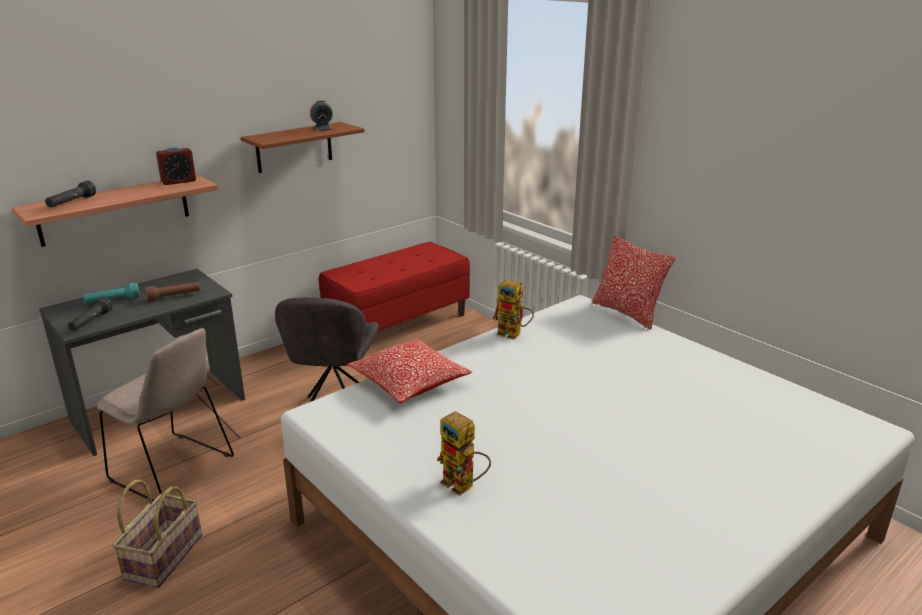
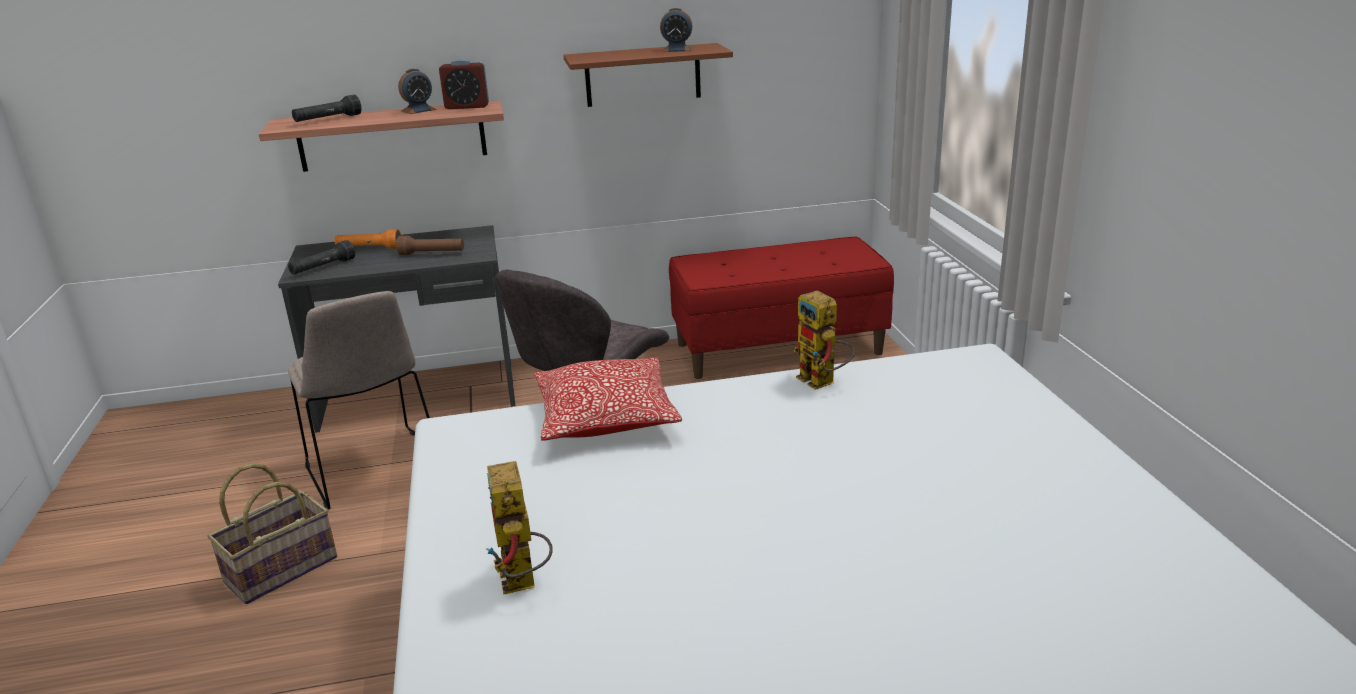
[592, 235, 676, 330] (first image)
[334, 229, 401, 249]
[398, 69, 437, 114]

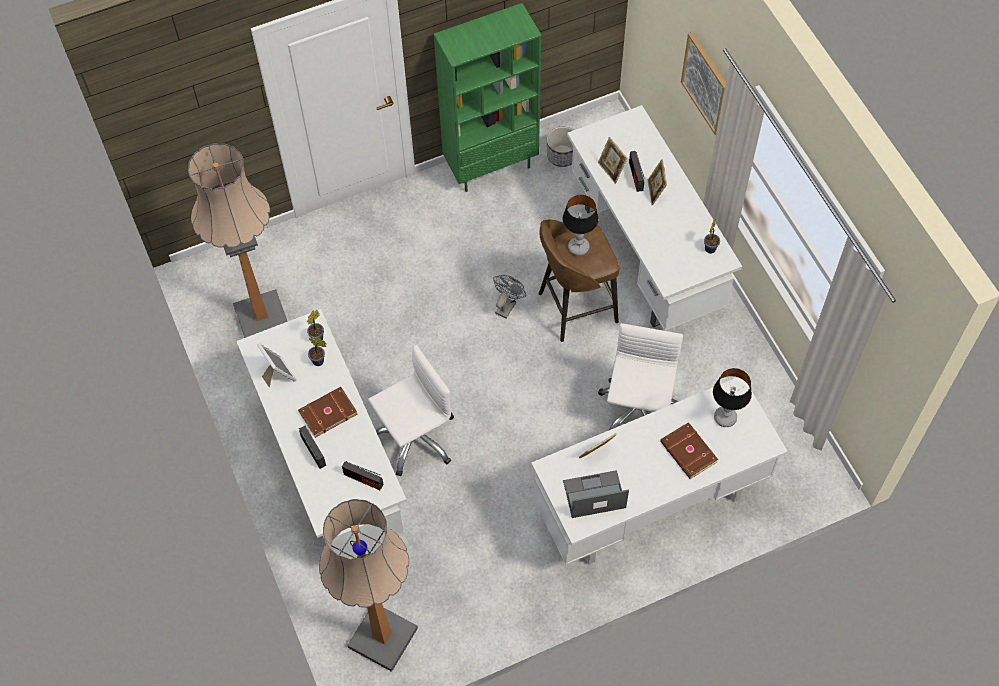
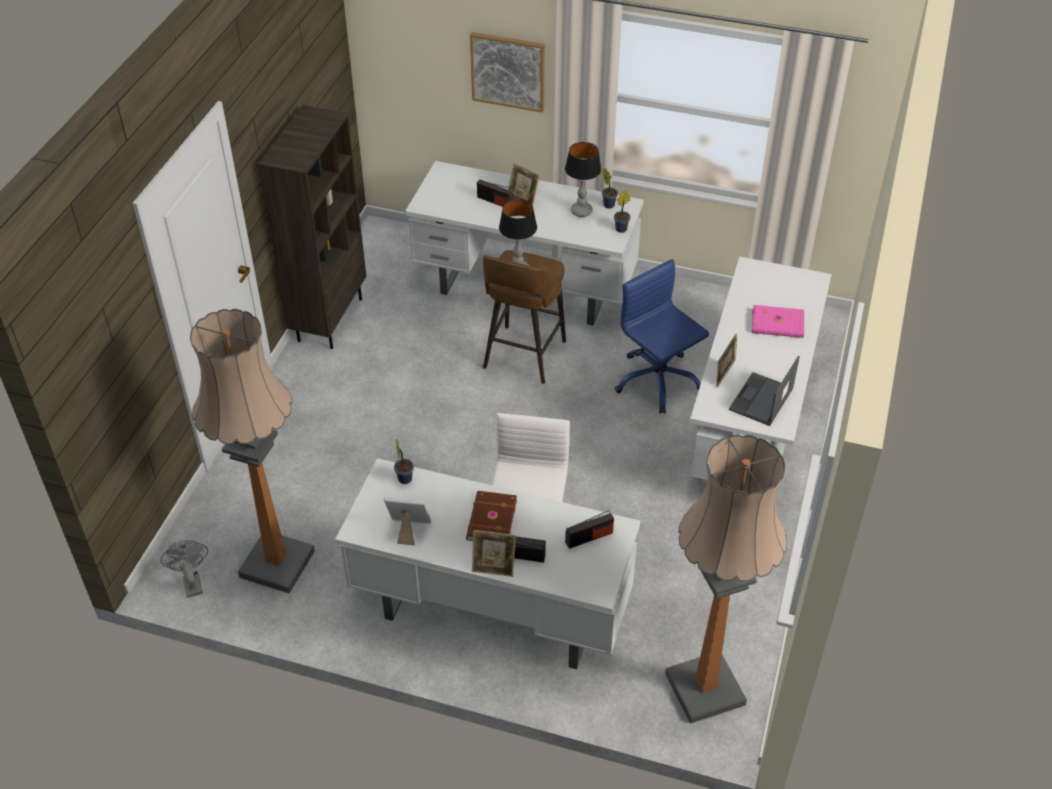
[258, 105, 366, 349]
[547, 127, 573, 167] (first image)
[472, 530, 516, 577]
[161, 540, 208, 598]
[615, 259, 709, 414]
[614, 190, 630, 233]
[565, 142, 602, 217]
[752, 305, 804, 338]

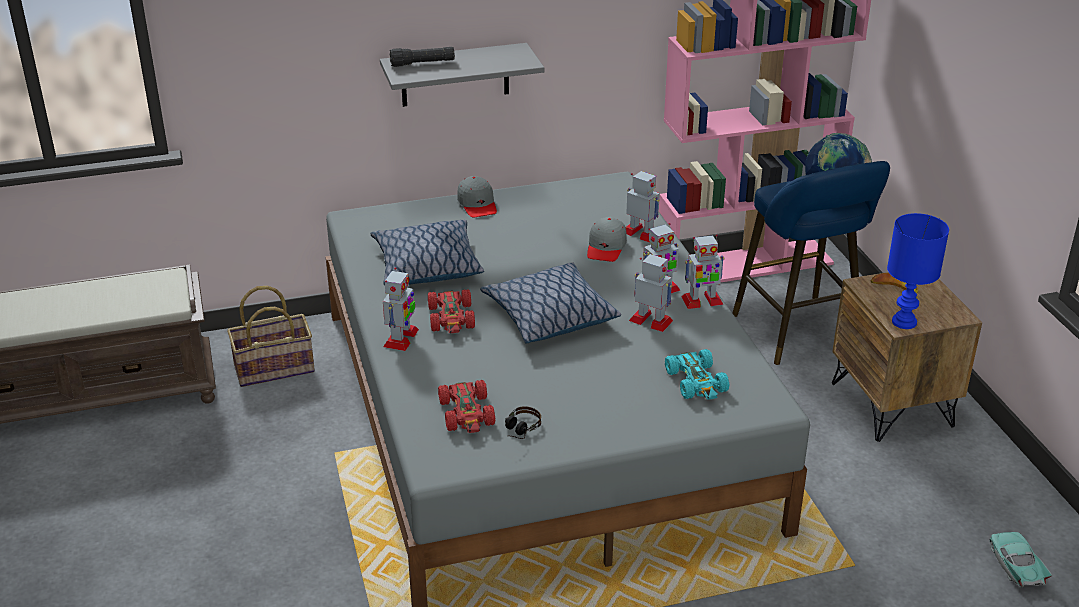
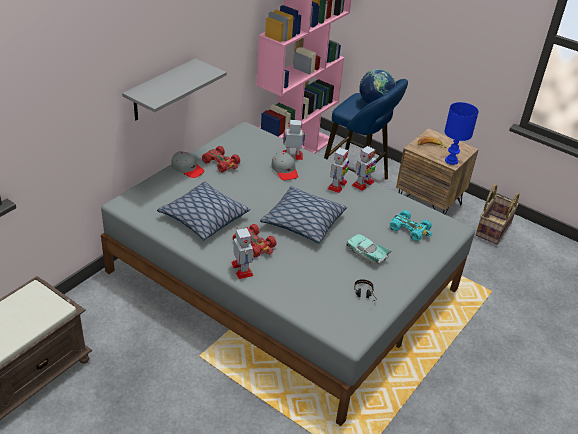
[390, 47, 455, 67] (first image)
[629, 254, 673, 332] (first image)
[476, 184, 519, 244]
[202, 146, 240, 172]
[347, 234, 392, 264]

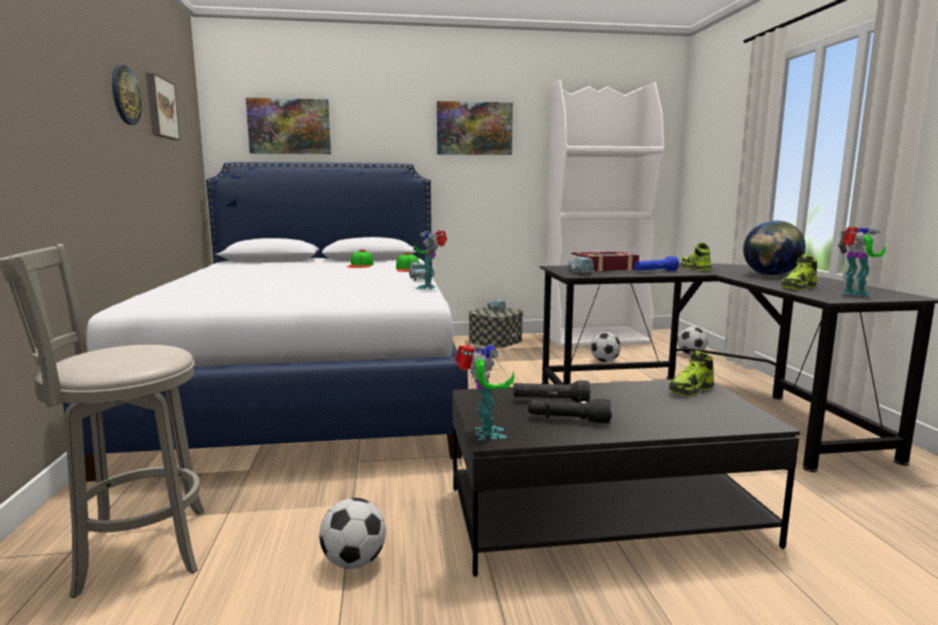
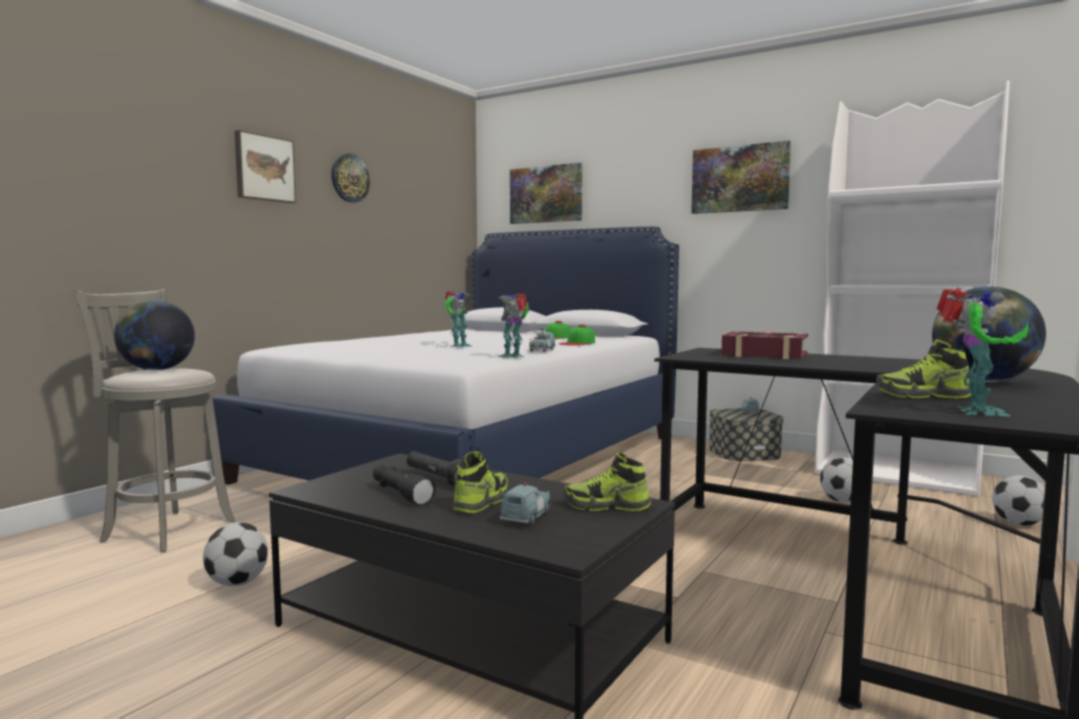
[235, 130, 296, 203]
[453, 451, 509, 513]
[500, 482, 550, 525]
[634, 256, 679, 271] (first image)
[445, 291, 472, 347]
[114, 300, 195, 370]

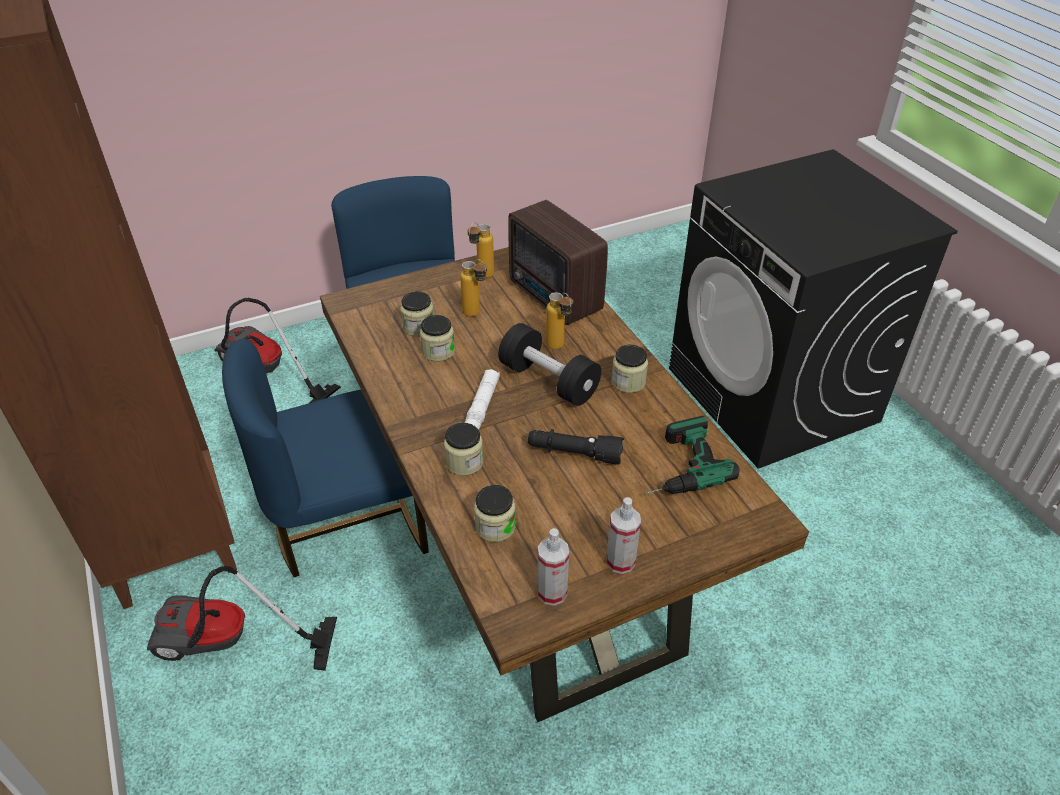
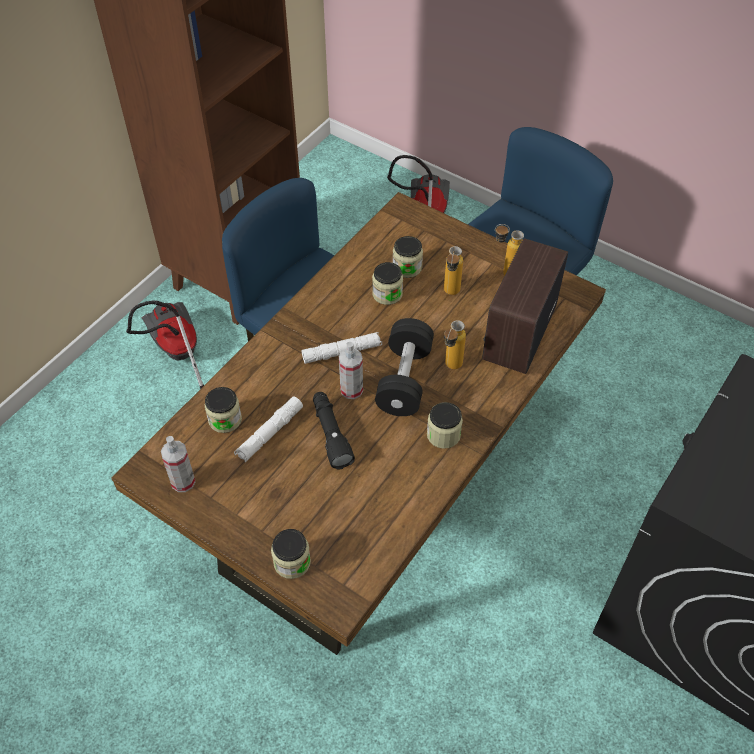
[646, 416, 739, 494] (first image)
[271, 529, 311, 579]
[339, 342, 363, 399]
[234, 397, 303, 462]

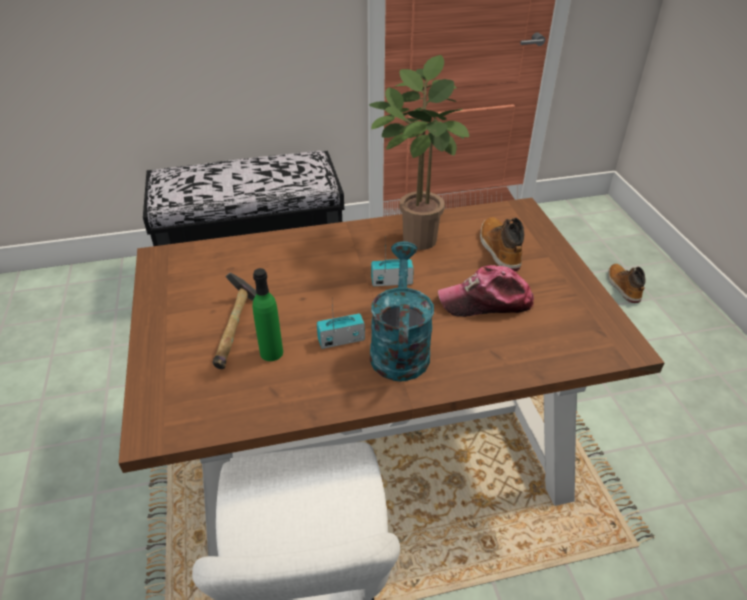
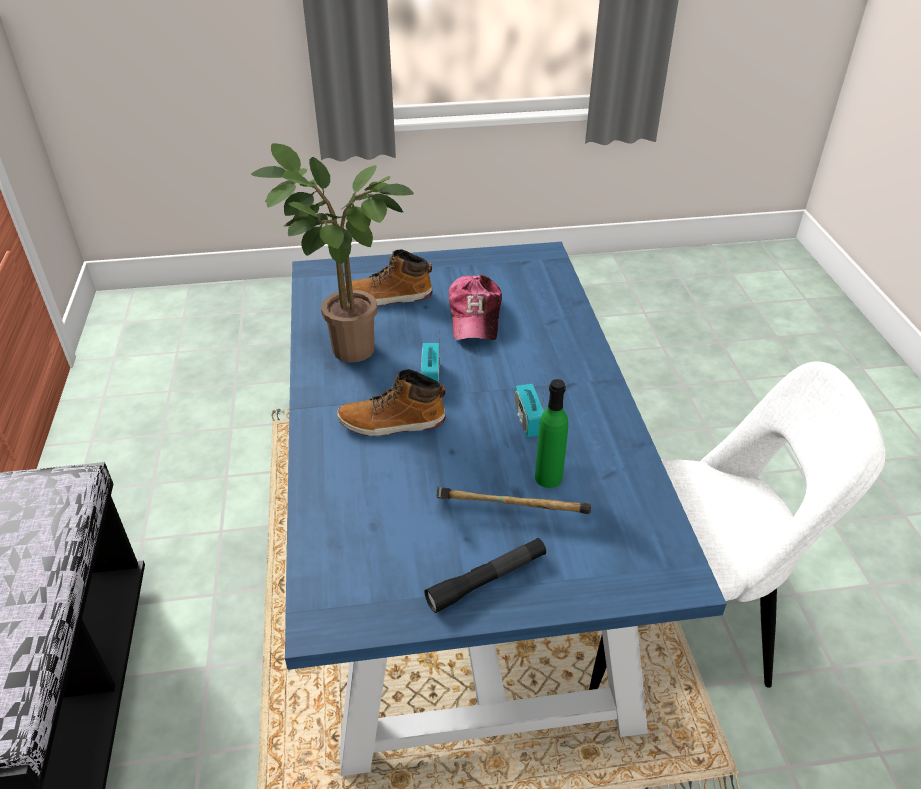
[285, 242, 727, 776]
[370, 241, 434, 381] (first image)
[337, 369, 446, 436]
[424, 538, 546, 613]

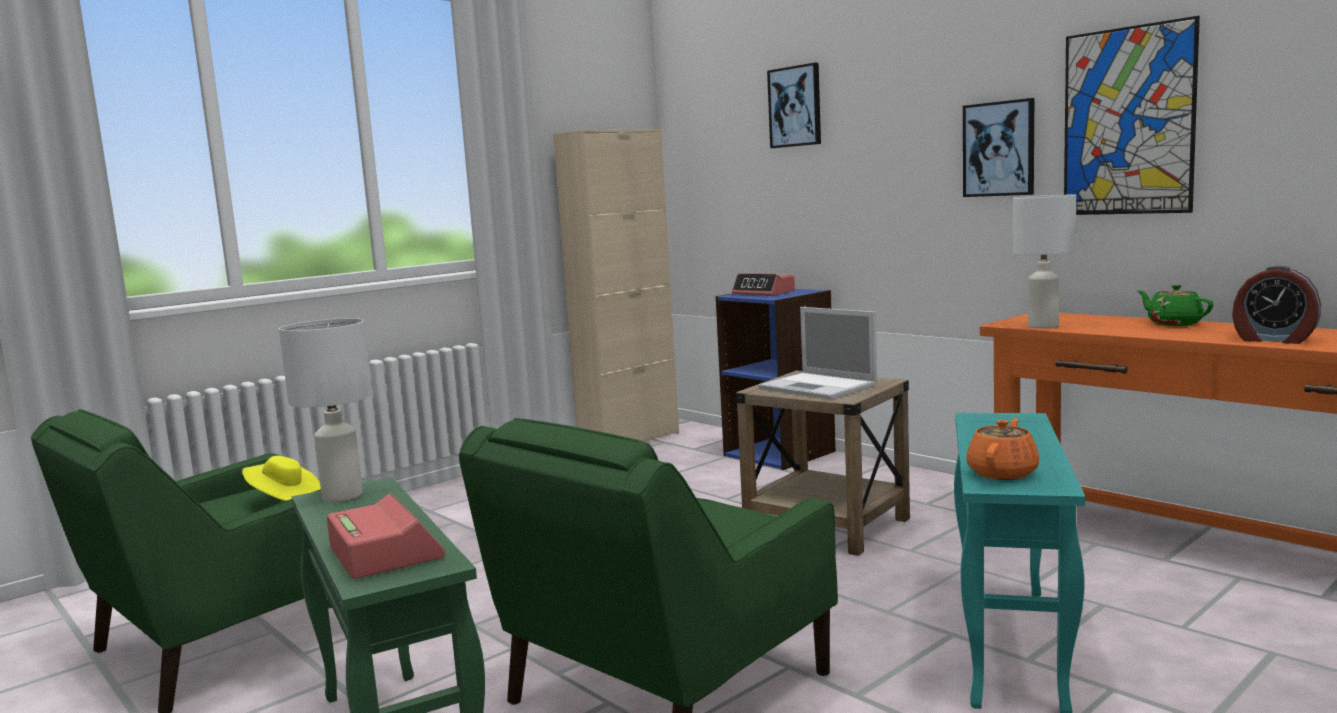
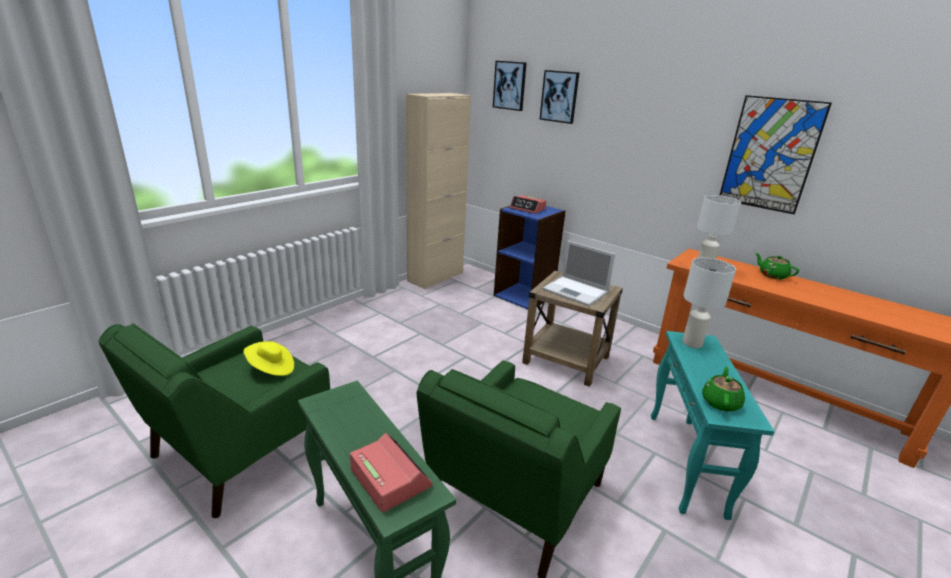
[493, 61, 527, 111]
[1232, 266, 1321, 344] (first image)
[682, 257, 736, 348]
[702, 366, 745, 412]

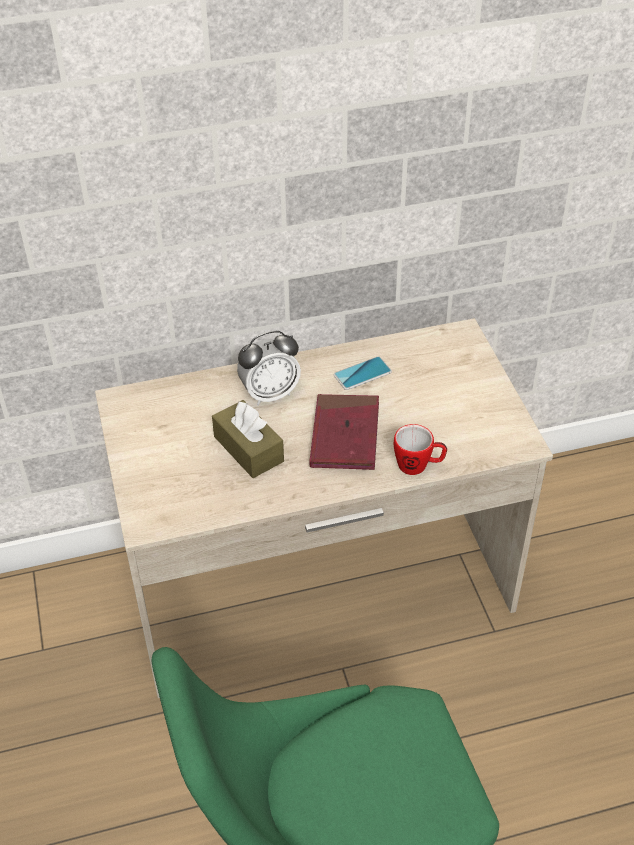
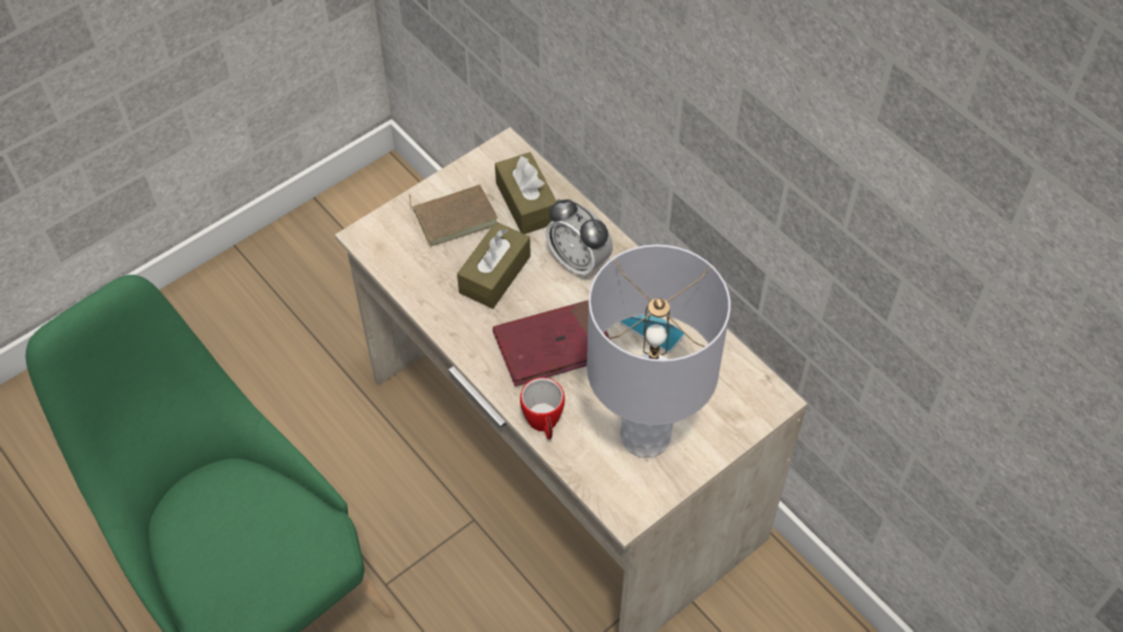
[495, 152, 557, 234]
[409, 184, 498, 246]
[587, 245, 731, 458]

